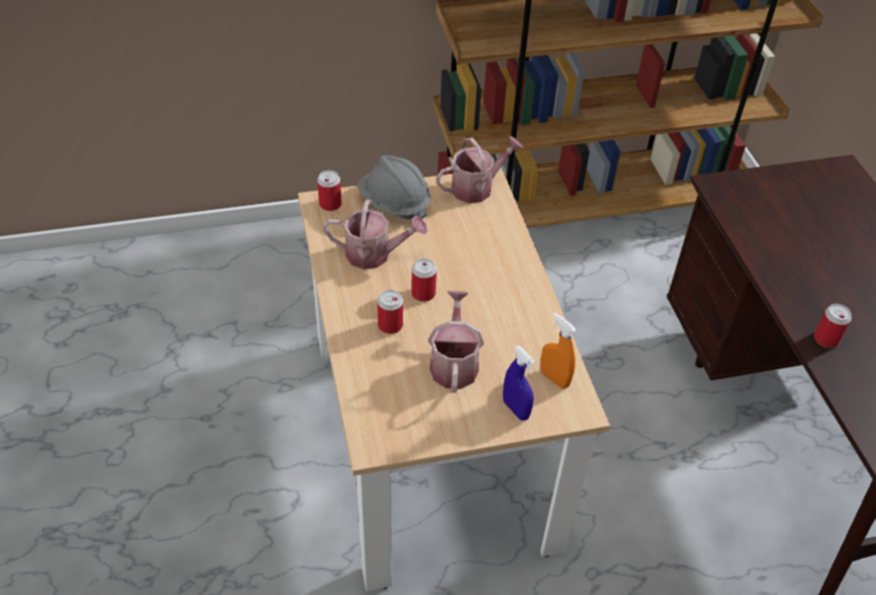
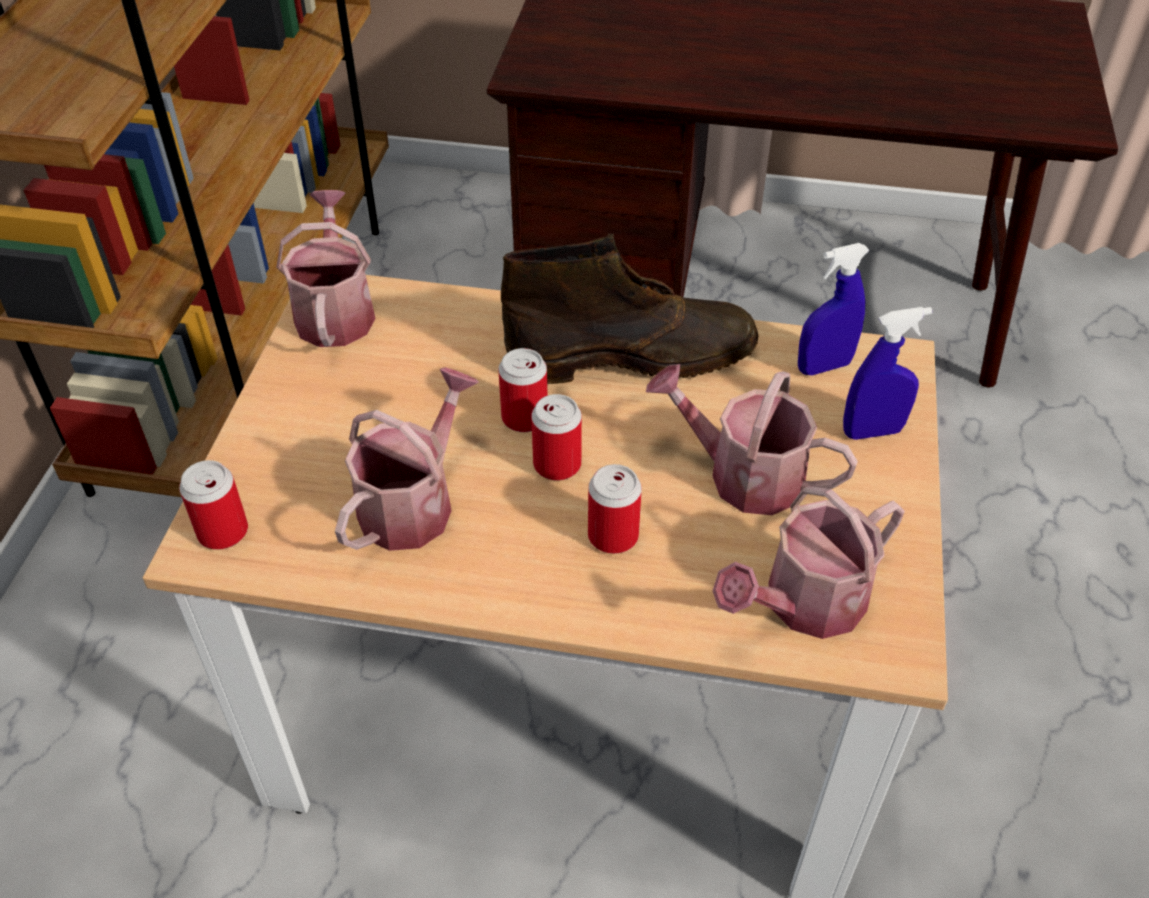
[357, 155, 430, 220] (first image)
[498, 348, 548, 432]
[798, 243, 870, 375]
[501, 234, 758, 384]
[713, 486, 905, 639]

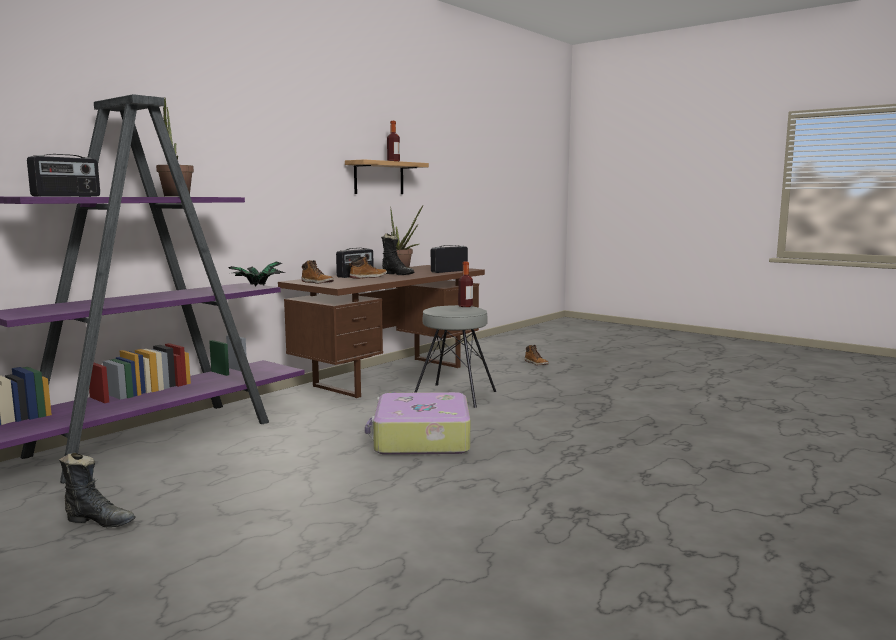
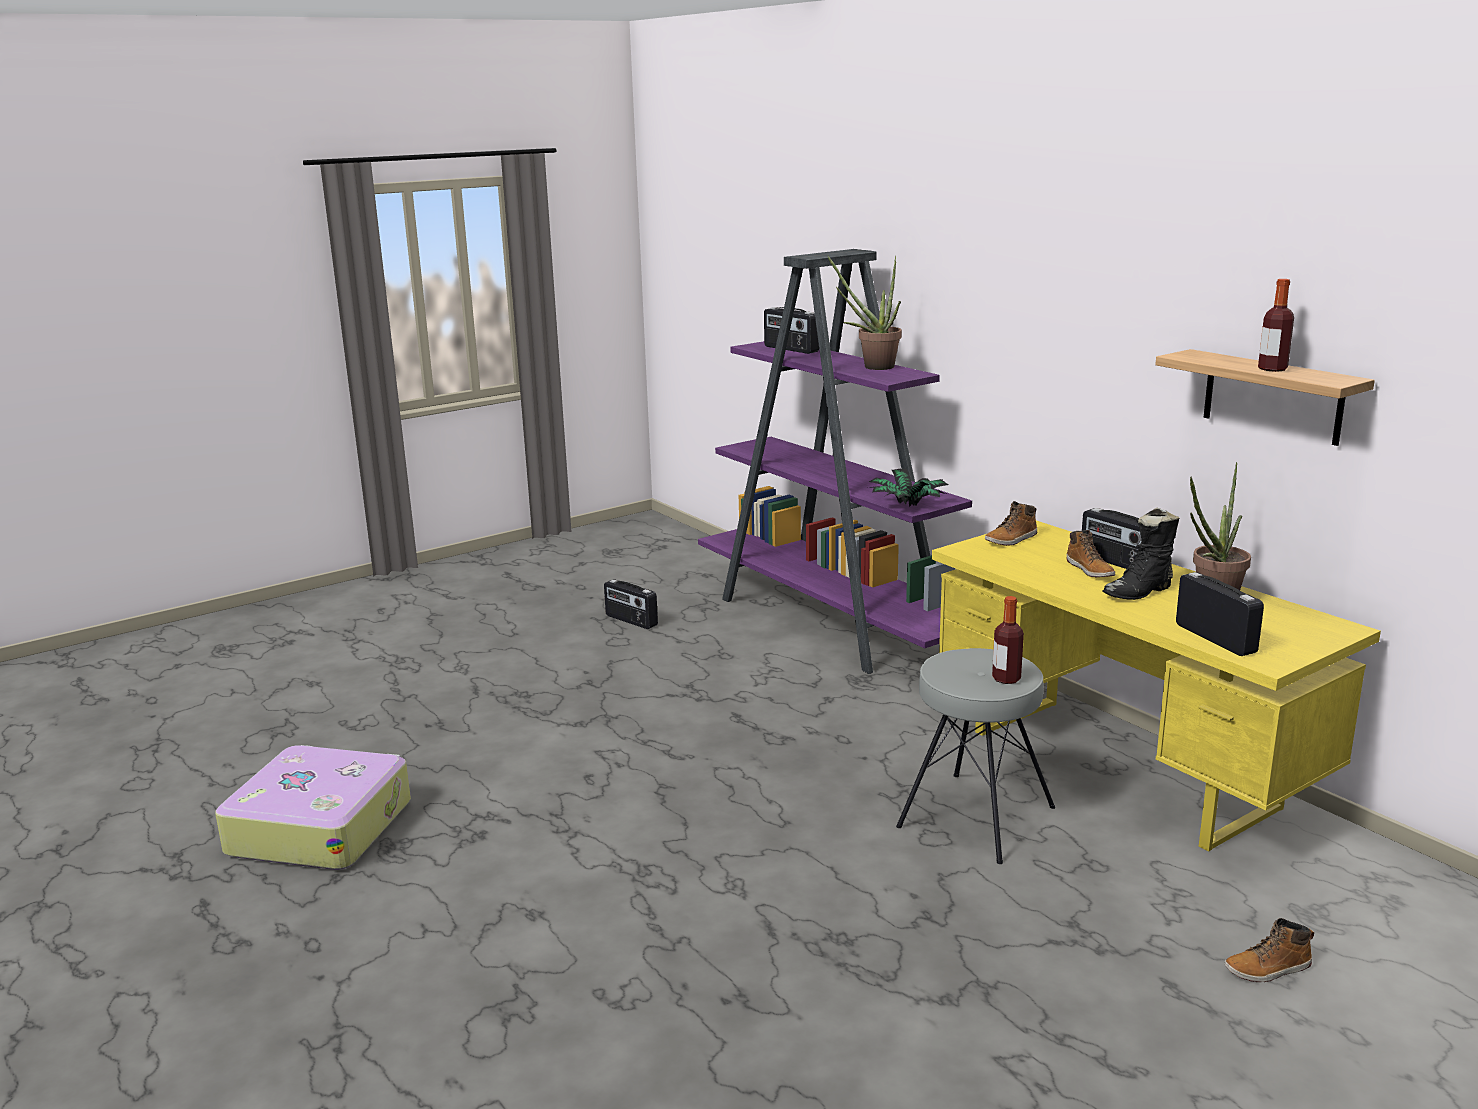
[932, 521, 1381, 852]
[215, 745, 411, 870]
[604, 579, 658, 629]

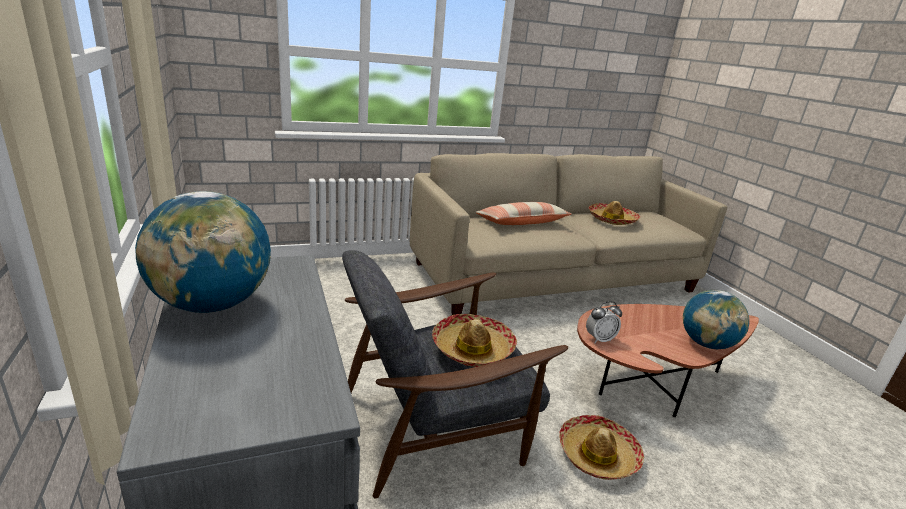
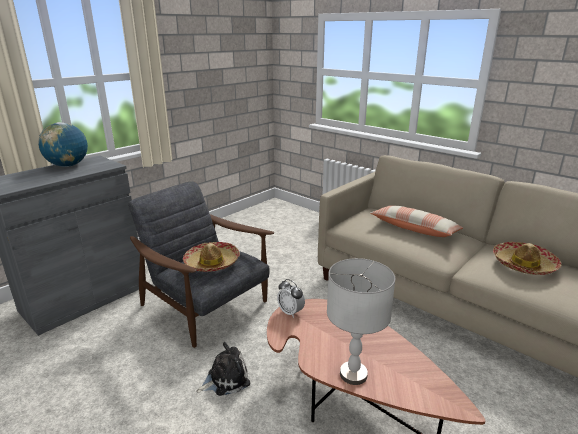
[327, 258, 395, 385]
[196, 342, 250, 396]

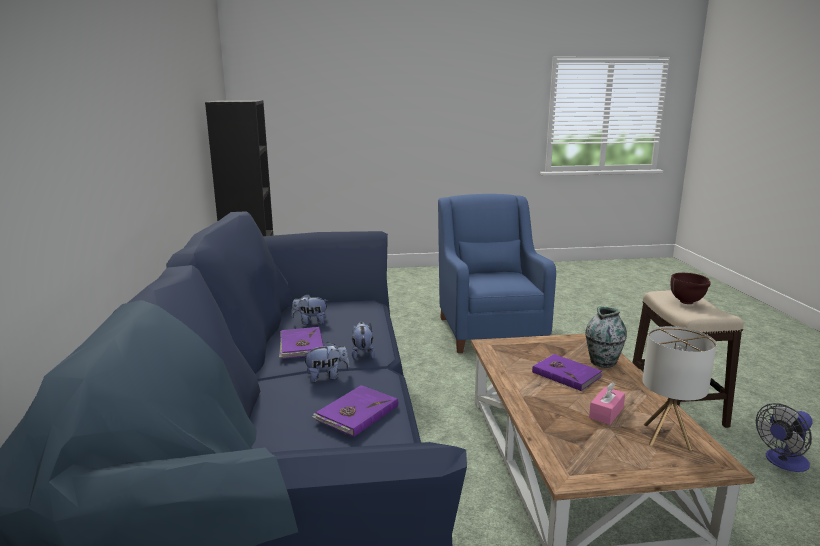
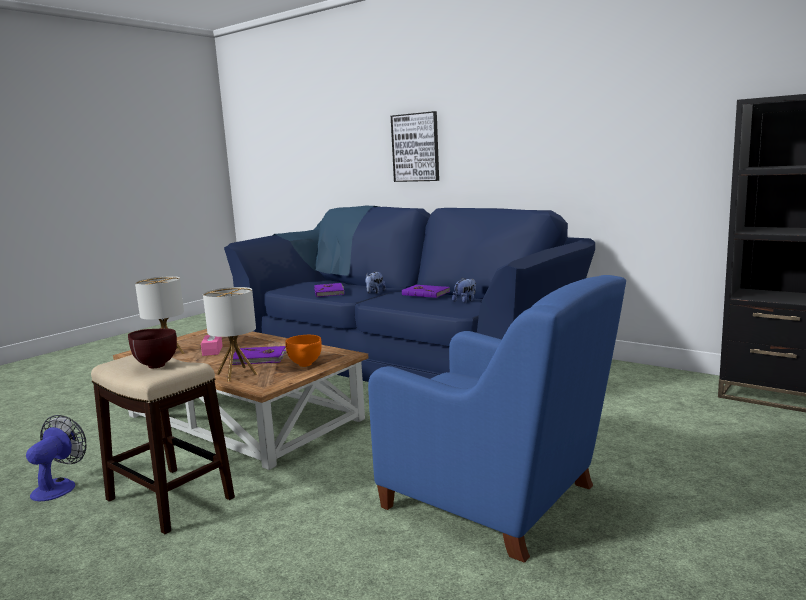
[203, 287, 257, 382]
[352, 322, 375, 360] (first image)
[391, 111, 439, 182]
[285, 335, 322, 367]

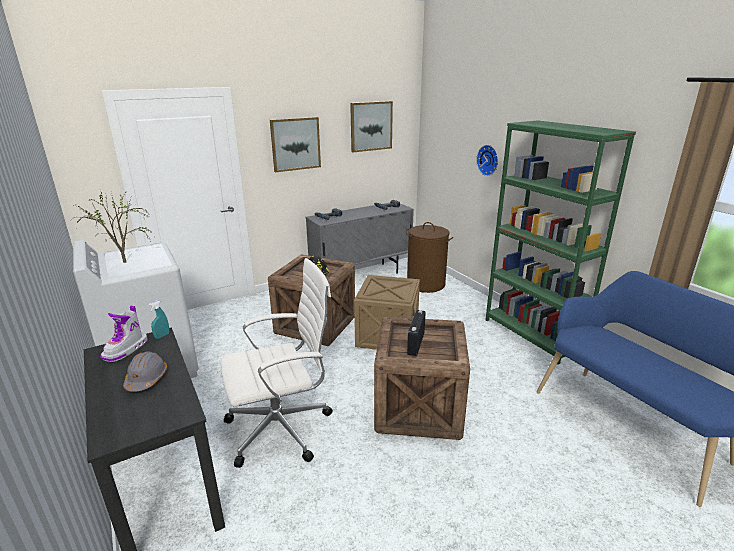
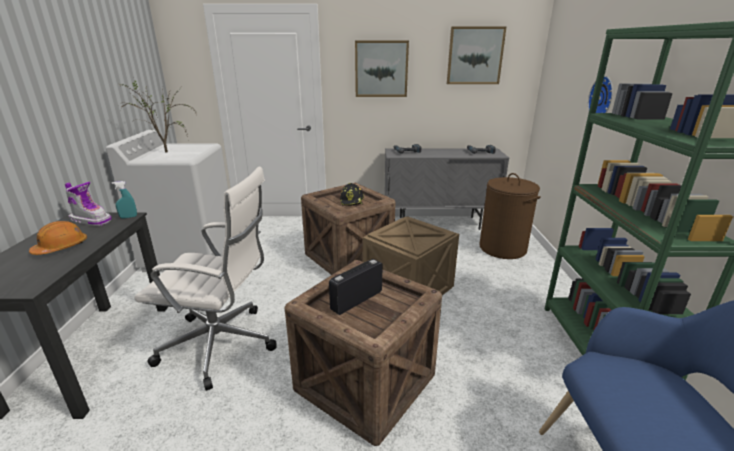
[65, 182, 112, 226]
[29, 221, 87, 255]

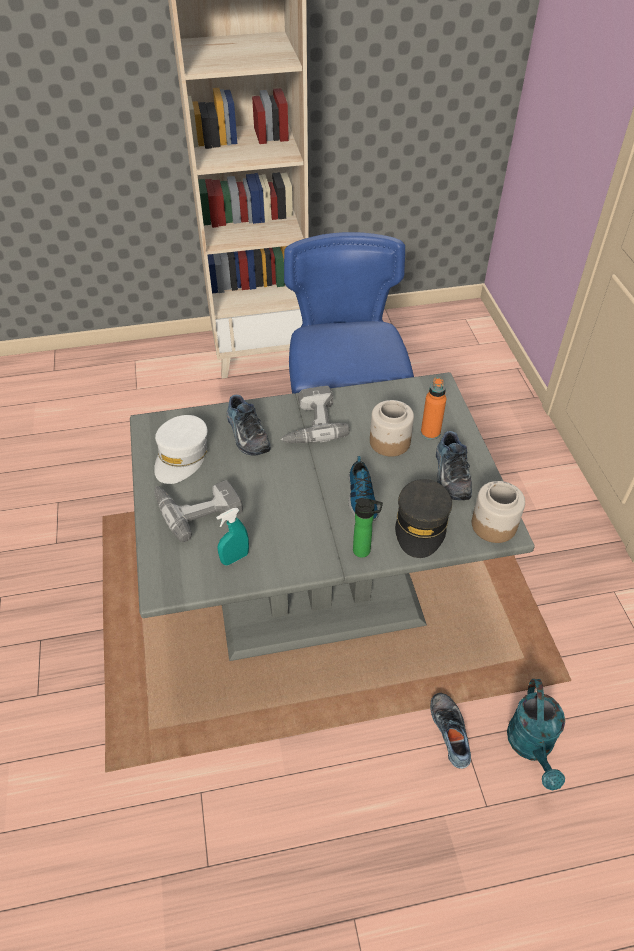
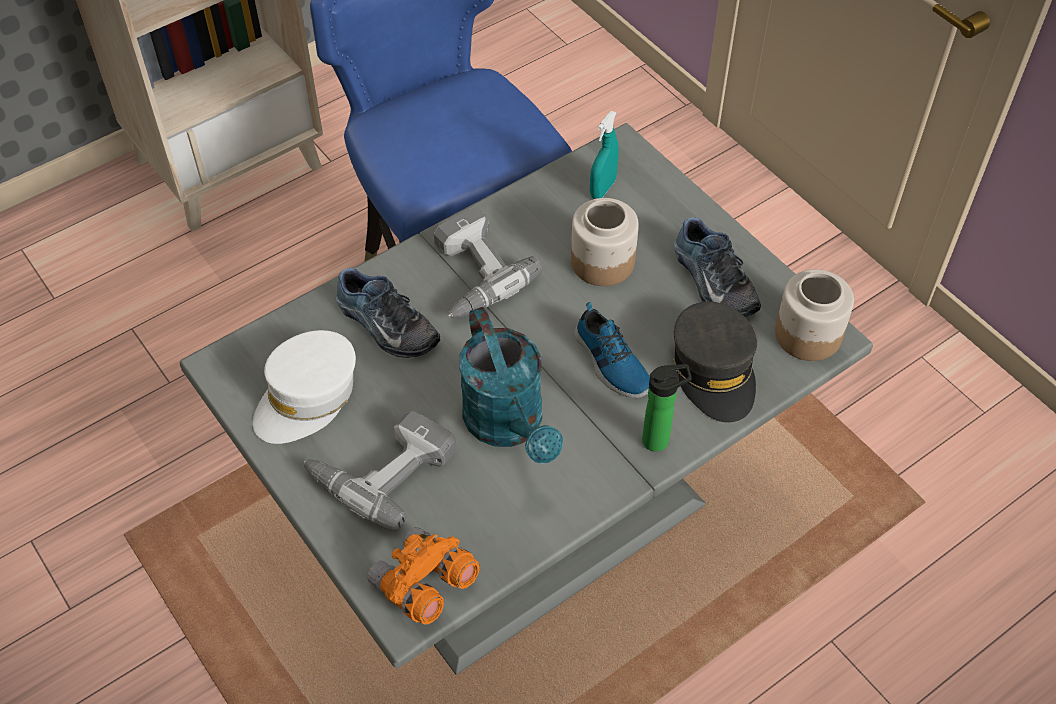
[421, 377, 446, 440] (first image)
[253, 330, 356, 444]
[590, 111, 619, 199]
[459, 307, 563, 464]
[430, 693, 471, 769] (first image)
[367, 527, 479, 625]

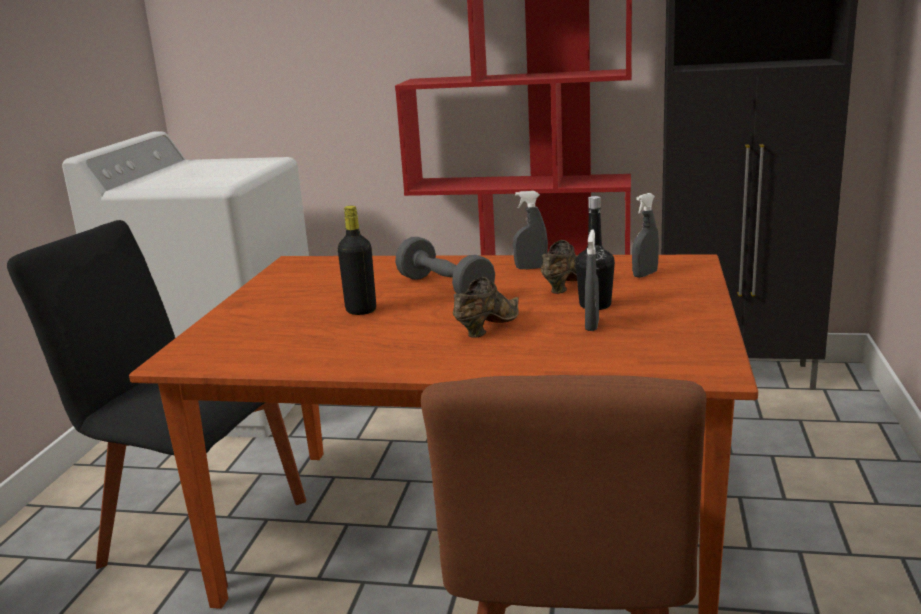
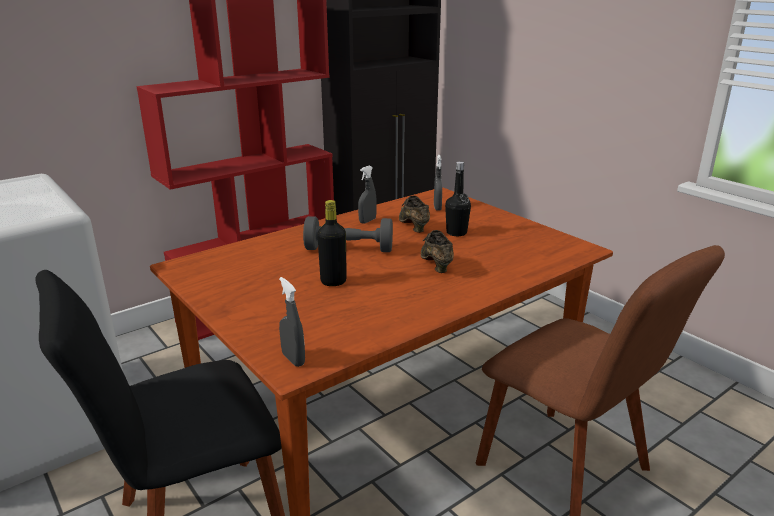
[279, 277, 305, 367]

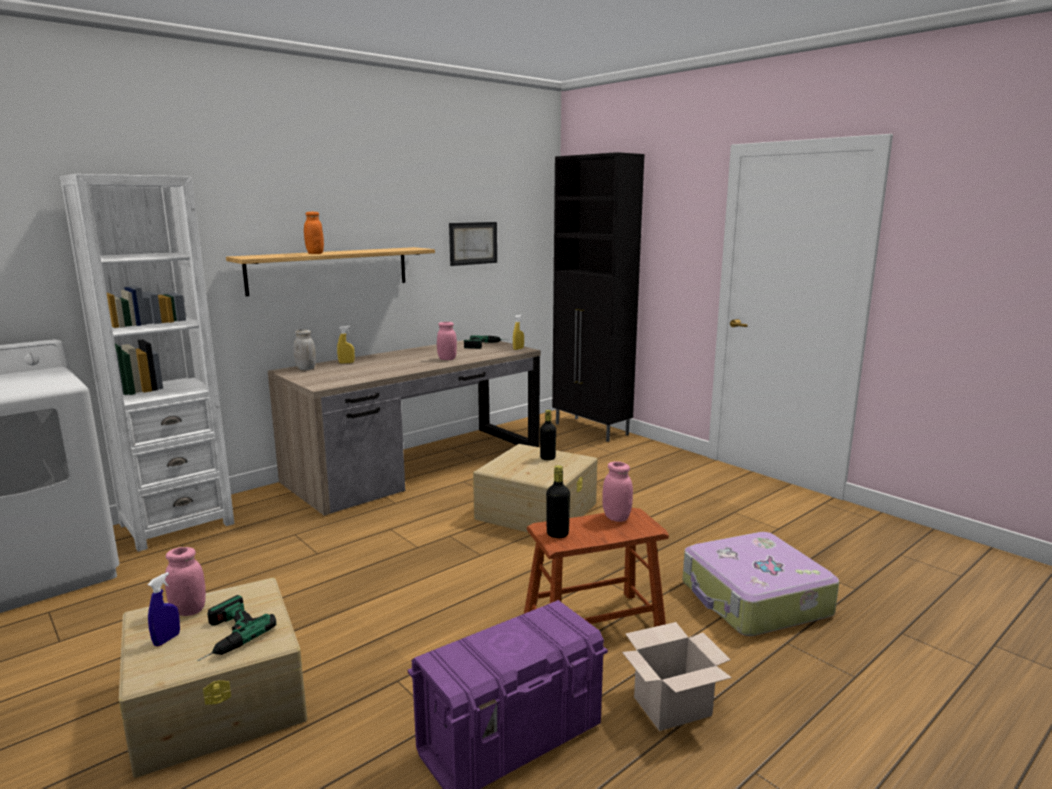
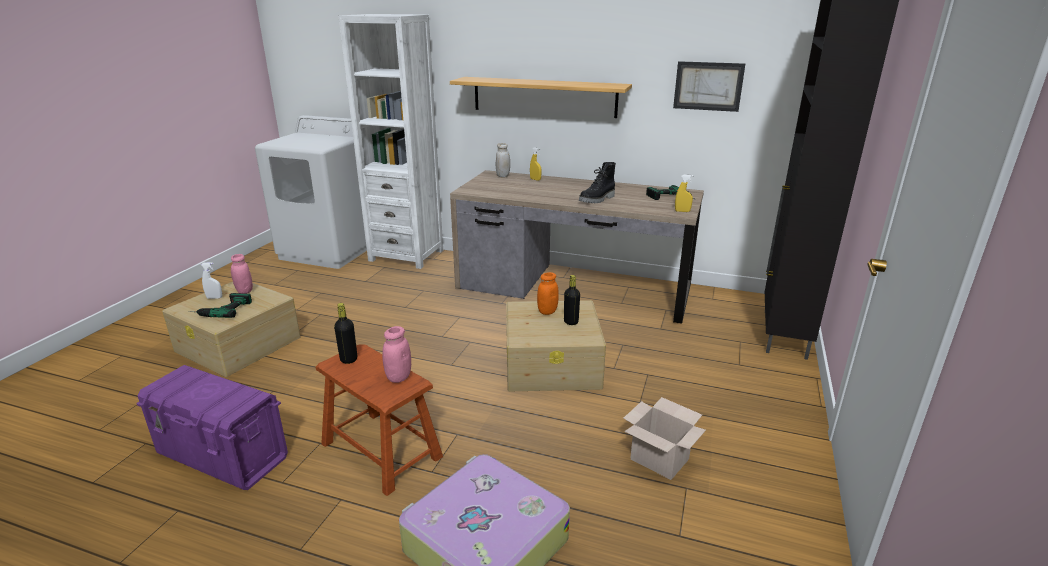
[537, 272, 559, 315]
[579, 162, 616, 203]
[201, 262, 222, 299]
[624, 397, 706, 480]

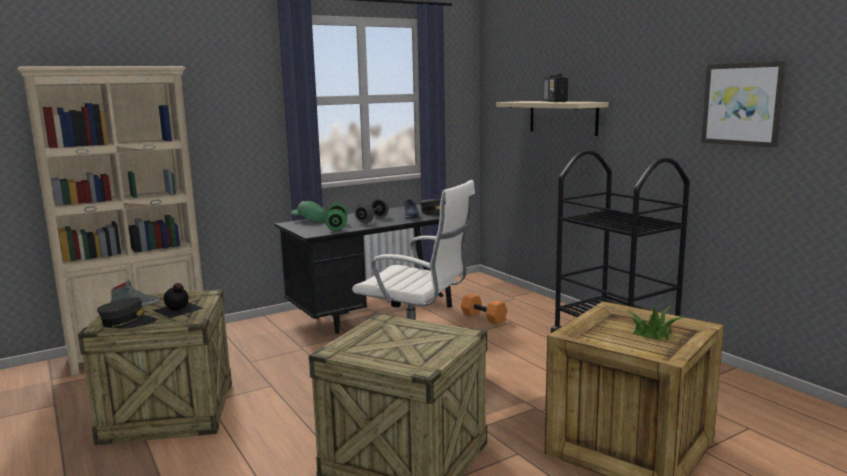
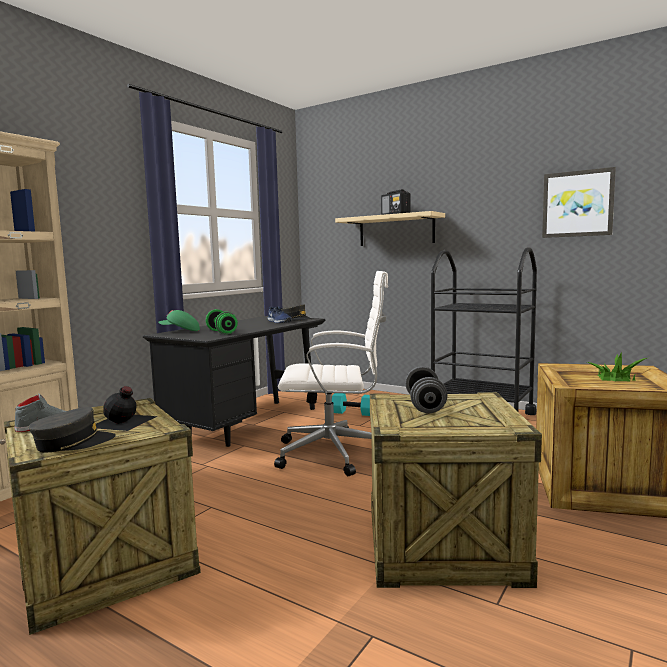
[405, 366, 448, 413]
[332, 393, 370, 416]

